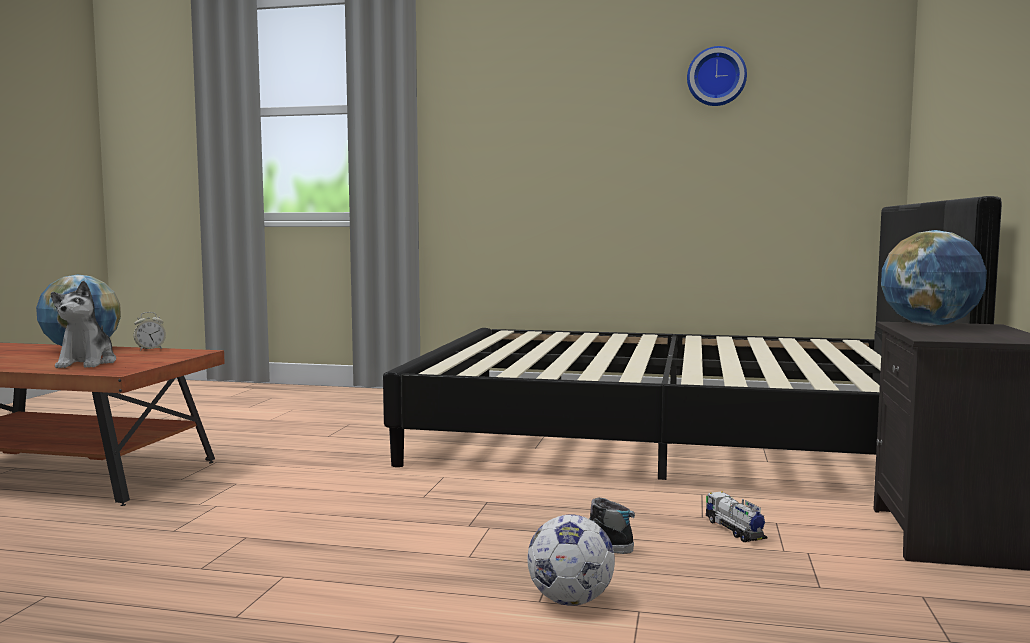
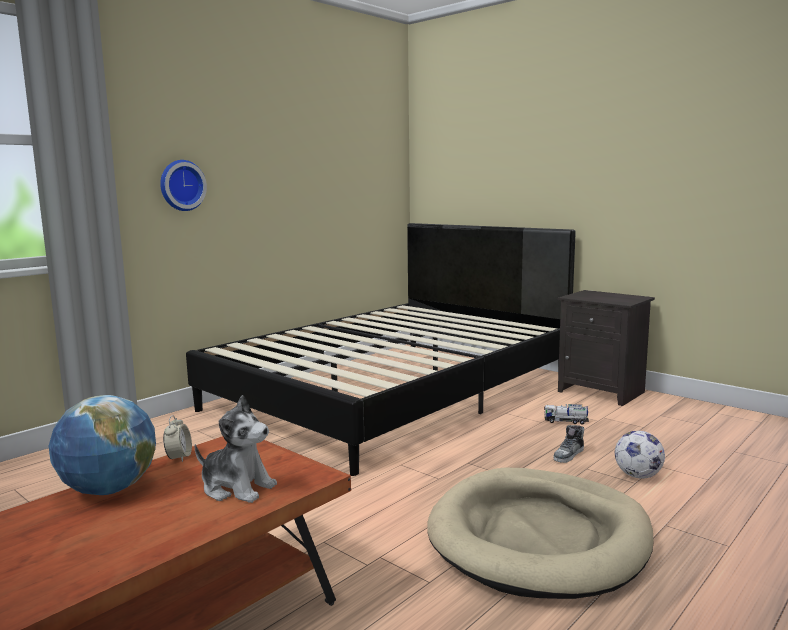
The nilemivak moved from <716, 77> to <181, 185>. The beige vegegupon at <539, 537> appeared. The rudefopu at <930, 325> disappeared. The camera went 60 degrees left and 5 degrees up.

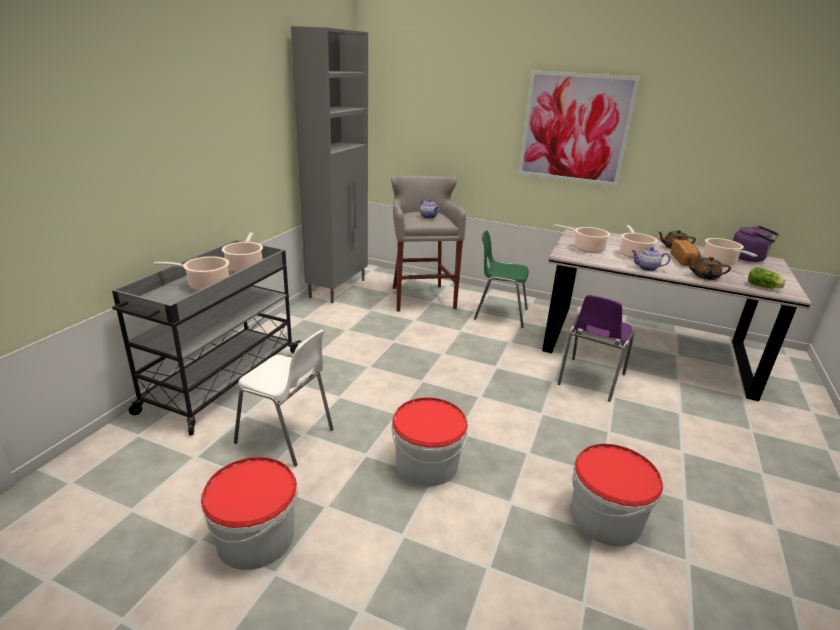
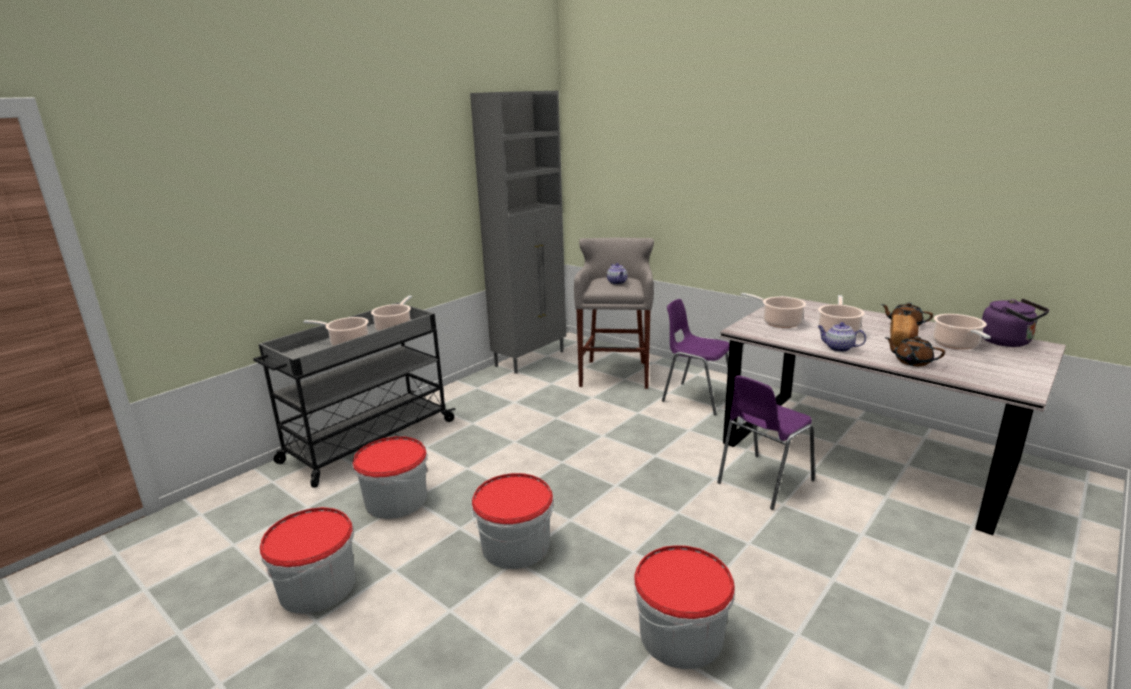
The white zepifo at <287, 437> was replaced by the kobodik at <396, 500>. The green zepifo at <499, 314> became the purple zepifo at <696, 397>. The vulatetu at <575, 128> disappeared. The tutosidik at <763, 287> disappeared. The camera went 20 degrees right and 5 degrees down.

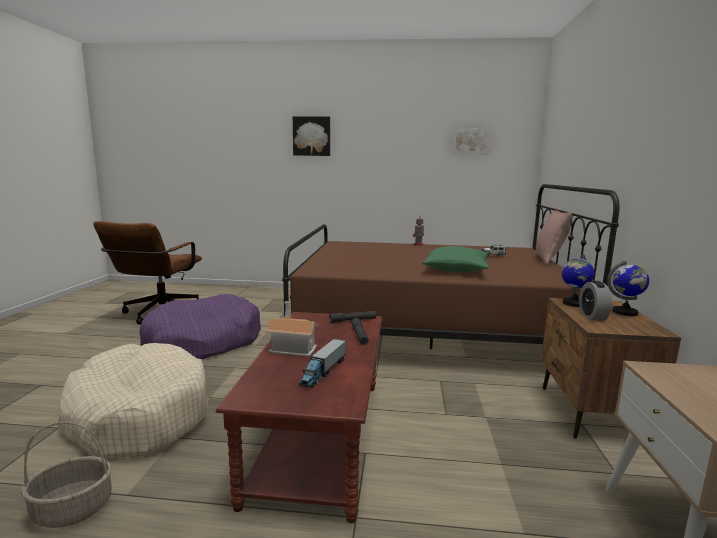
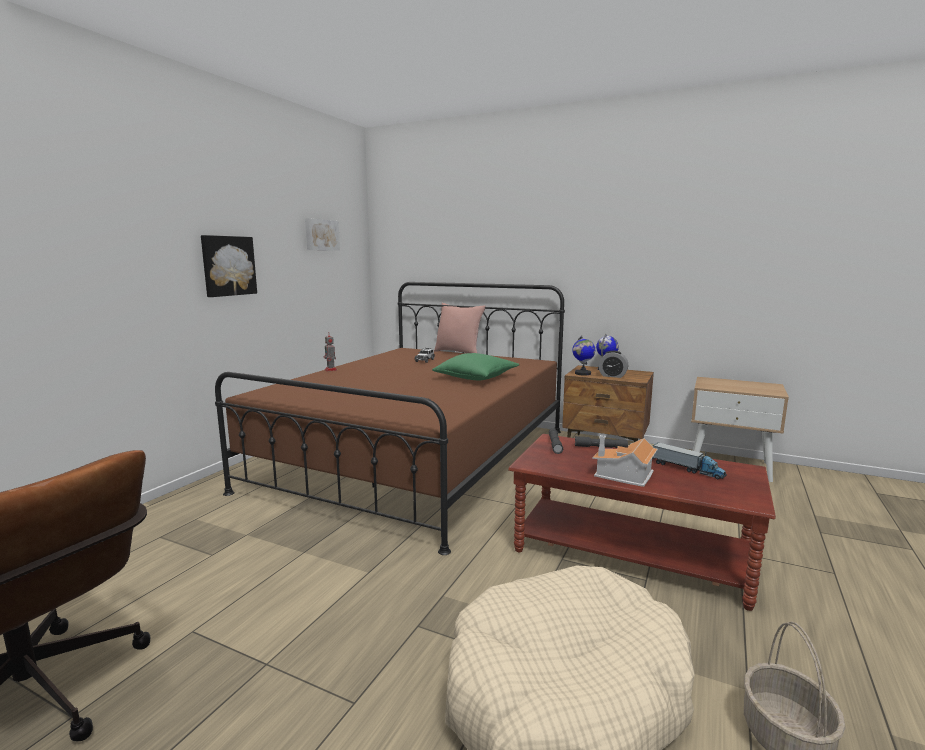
The vulatetu moved from <312, 136> to <228, 266>. The purple vegegupon at <203, 341> disappeared. The camera went 70 degrees left and 0 degrees up.

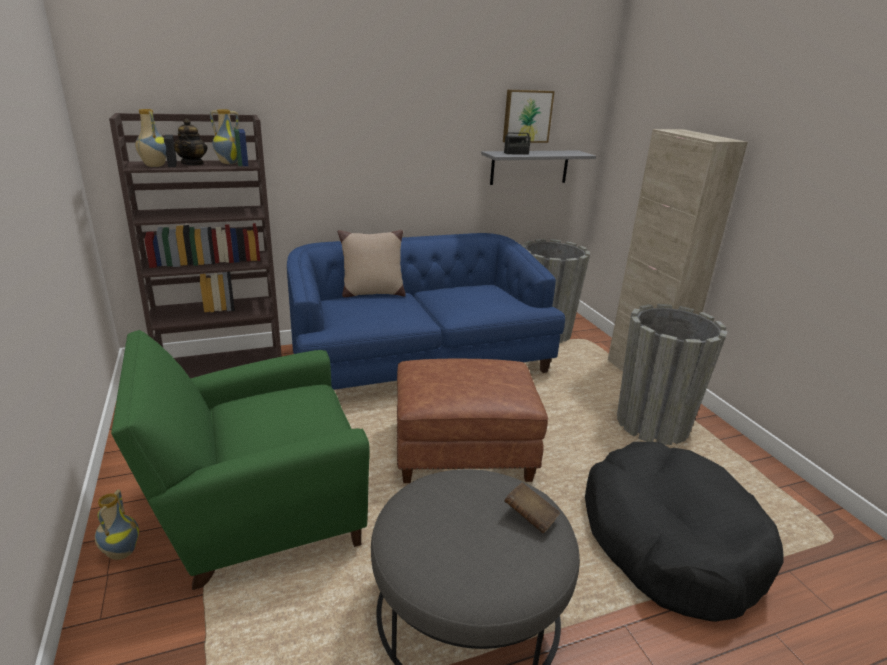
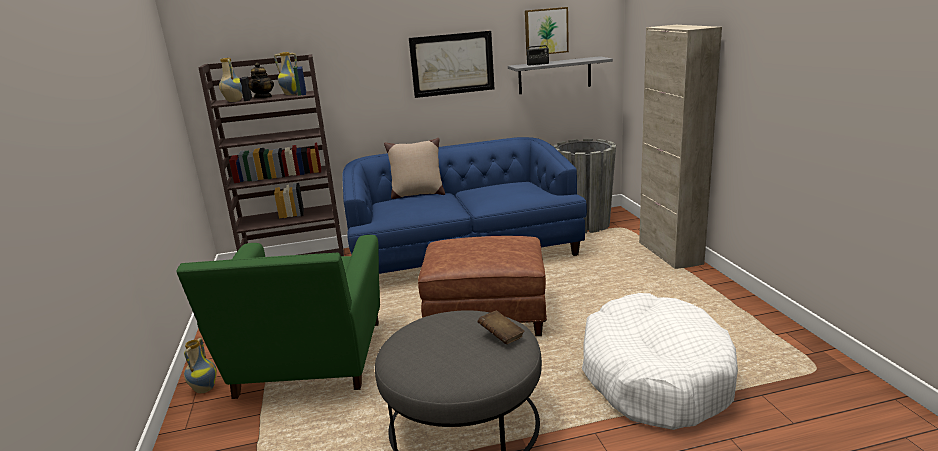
The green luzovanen at <257, 514> turned 75 degrees counterclockwise. The vulatetu at <452, 64> appeared. The black vegegupon at <669, 541> became the white vegegupon at <654, 376>. The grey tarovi at <652, 424> disappeared. The camera went 10 degrees right and 5 degrees down.

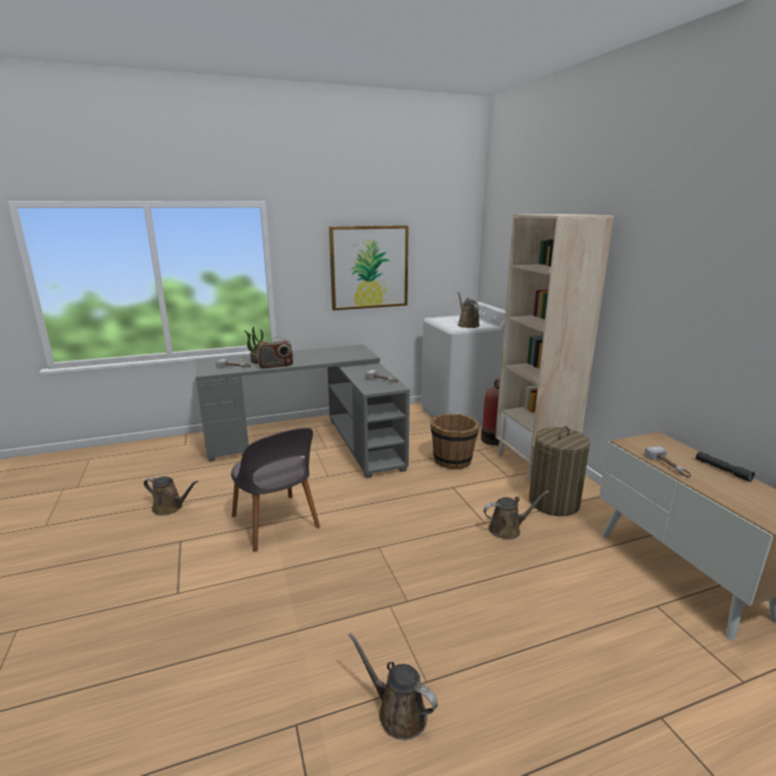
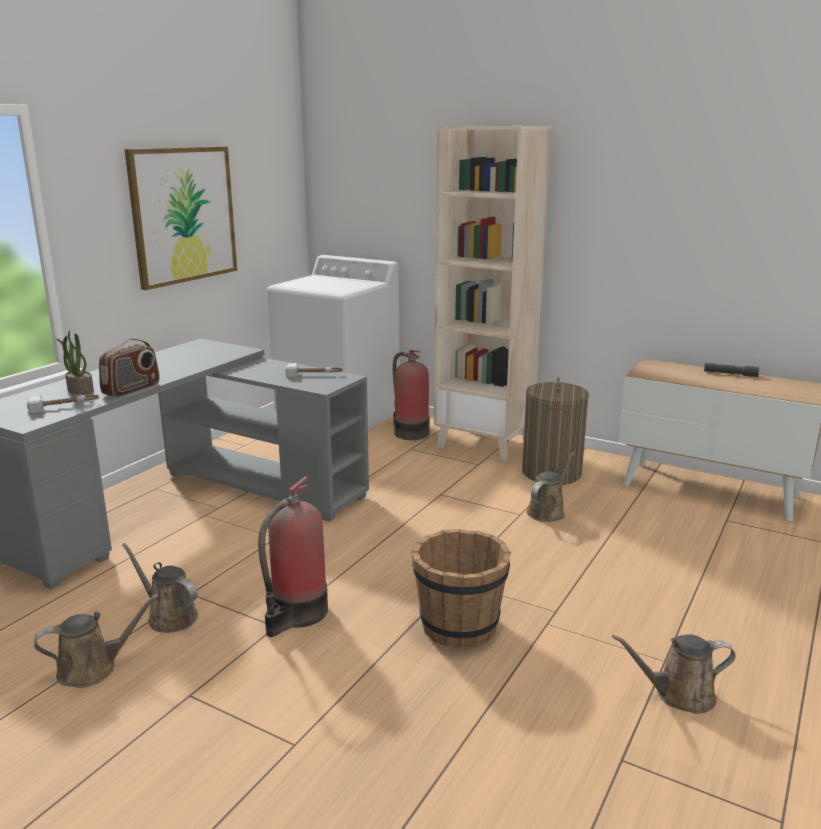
The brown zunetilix moved from <467, 325> to <169, 616>. The grey zepifo at <276, 524> was replaced by the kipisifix at <297, 614>. The brown kobodik moved from <452, 460> to <459, 625>. The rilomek at <668, 467> disappeared. The camera went 40 degrees left and 0 degrees up.

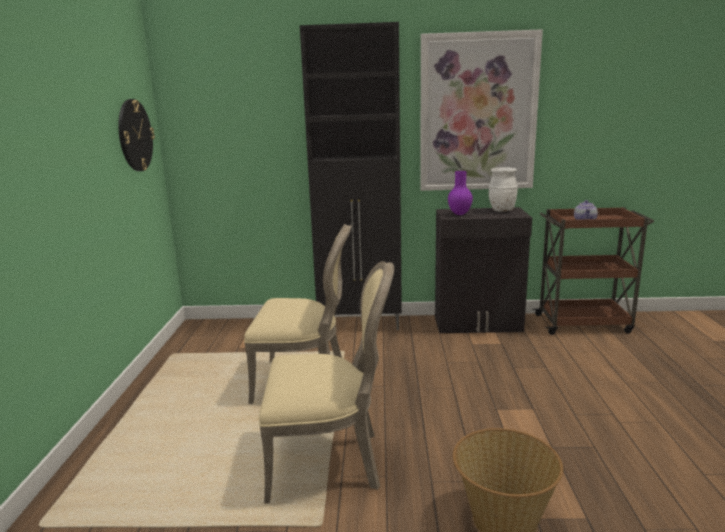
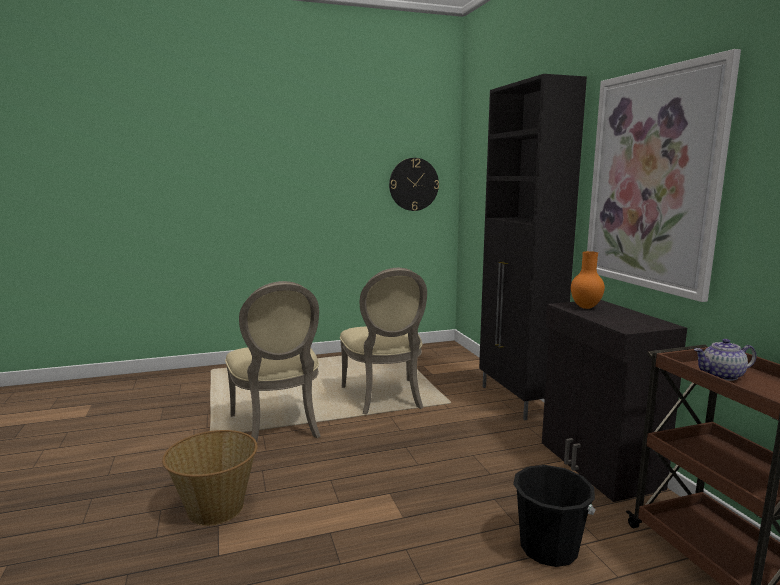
The black kobodik at <549, 548> appeared. The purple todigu at <459, 214> became the orange todigu at <585, 307>. The white todigu at <502, 211> disappeared. The camera went 70 degrees right and 5 degrees down.

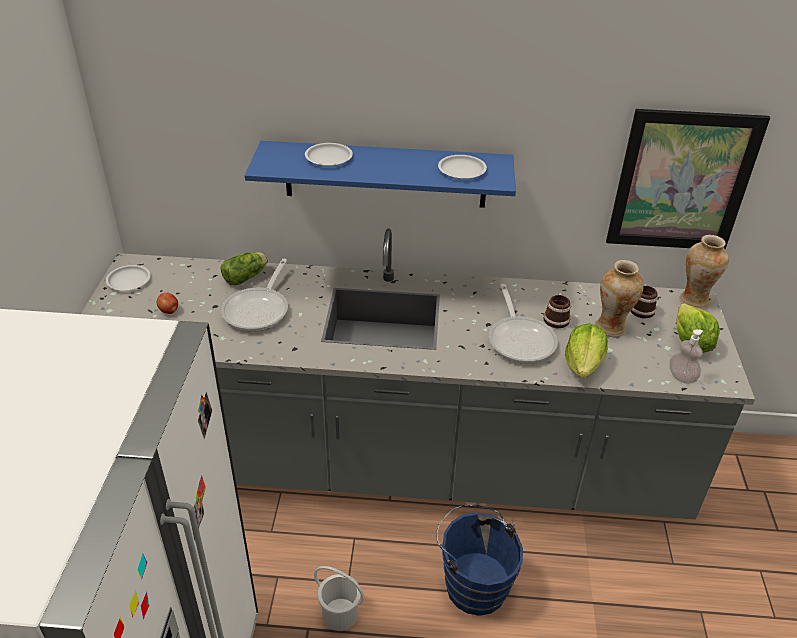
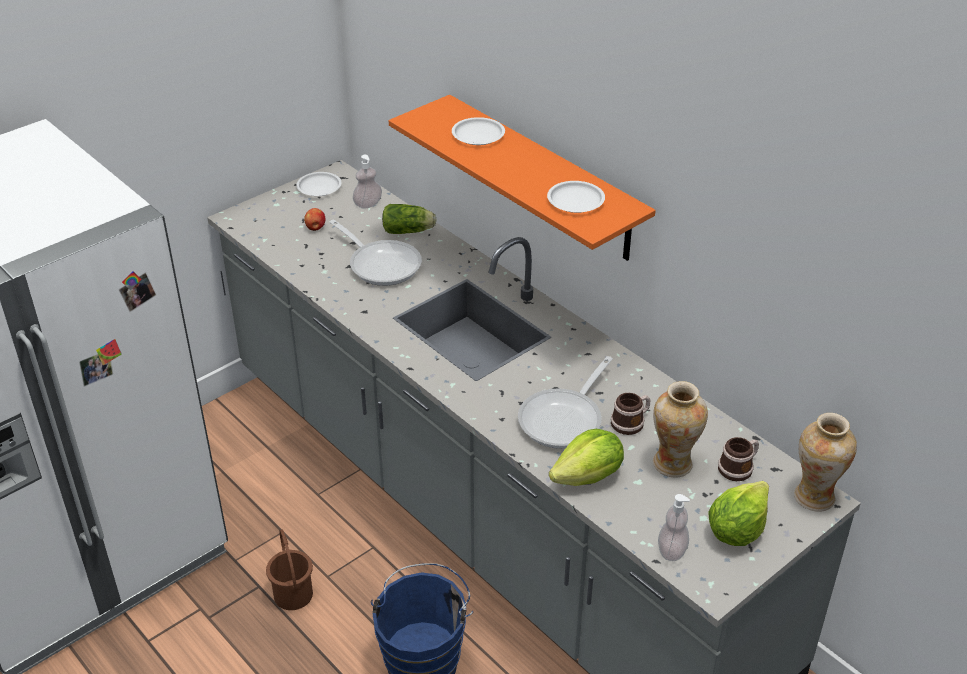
The white kobodik at <340, 614> became the brown kobodik at <292, 595>. The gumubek at <259, 309> turned 105 degrees counterclockwise. The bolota at <368, 204> appeared. The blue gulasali at <385, 174> became the orange gulasali at <544, 178>. The vulatetu at <682, 182> disappeared. The camera went 45 degrees right and 0 degrees up.

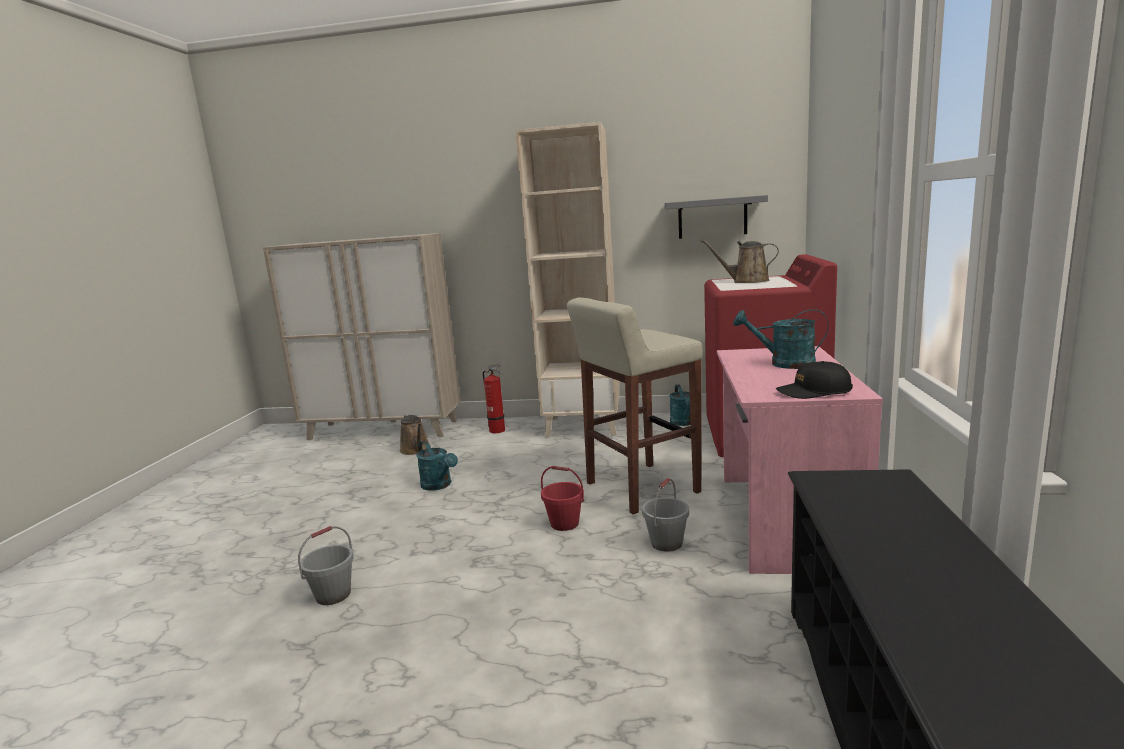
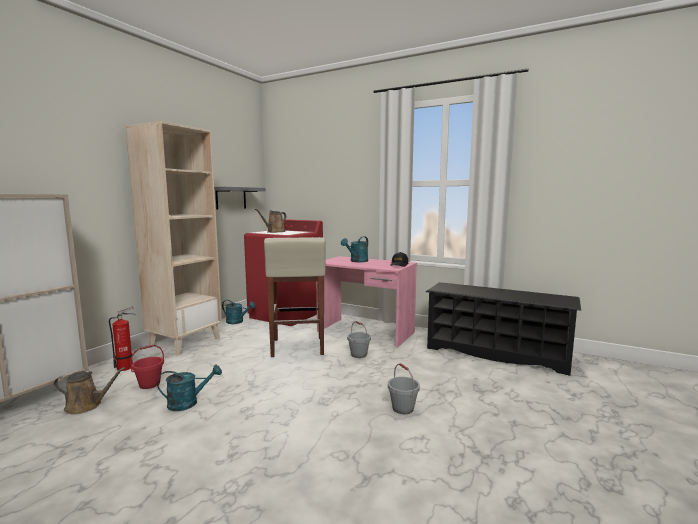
The red kobodik moved from <565, 523> to <149, 384>. The grey kobodik moved from <333, 595> to <403, 408>. The camera went 70 degrees left and 5 degrees down.

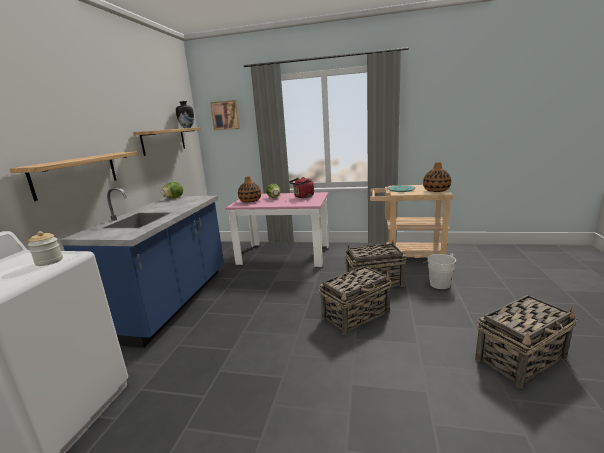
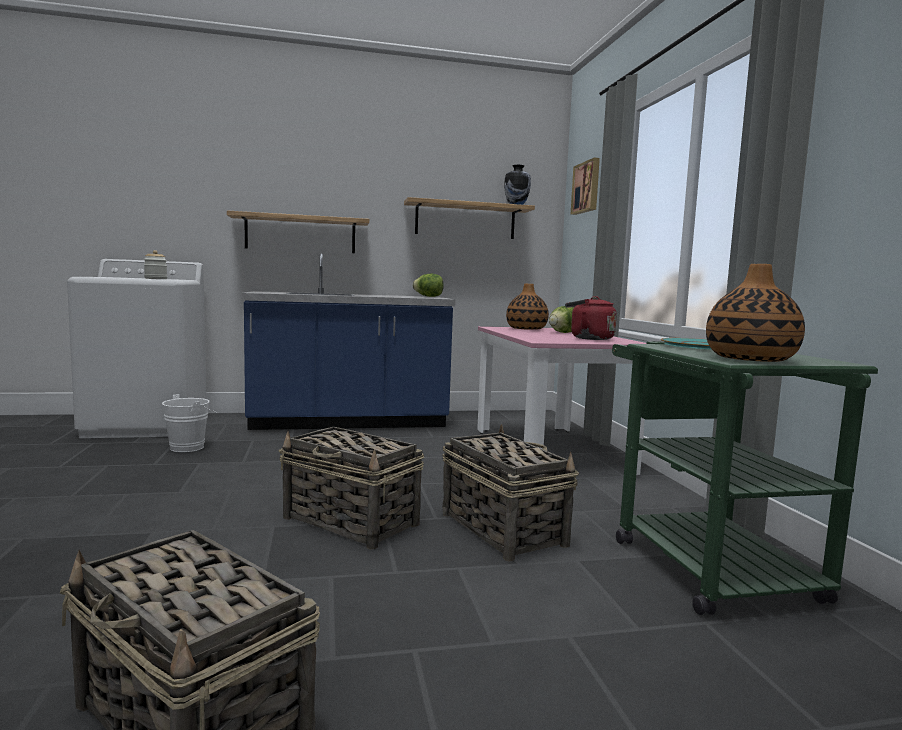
The white kobodik moved from <438, 283> to <191, 447>. The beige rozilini at <408, 256> became the green rozilini at <702, 561>. The camera went 65 degrees right and 10 degrees down.

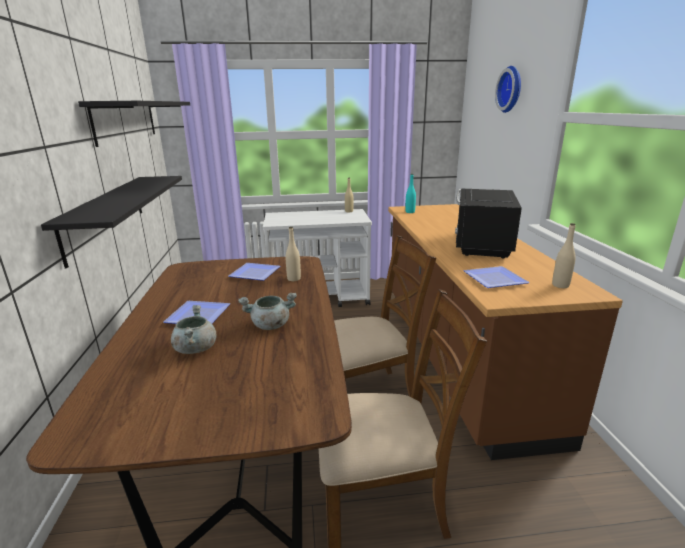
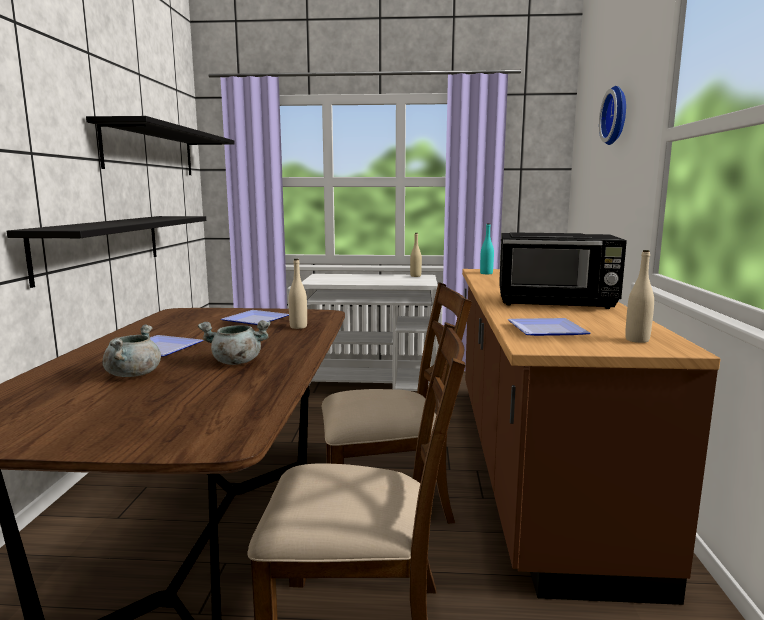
The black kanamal at <481, 245> turned 105 degrees counterclockwise. The camera went 10 degrees right and 10 degrees down.

